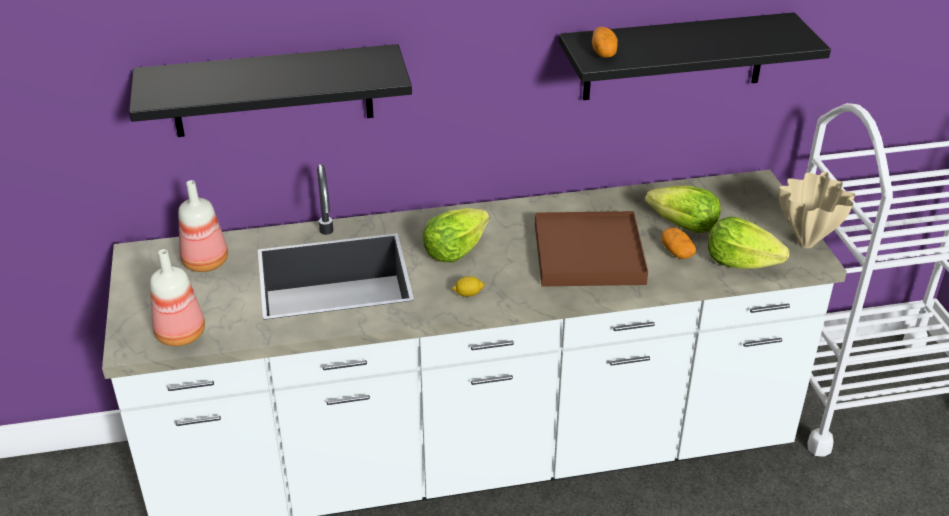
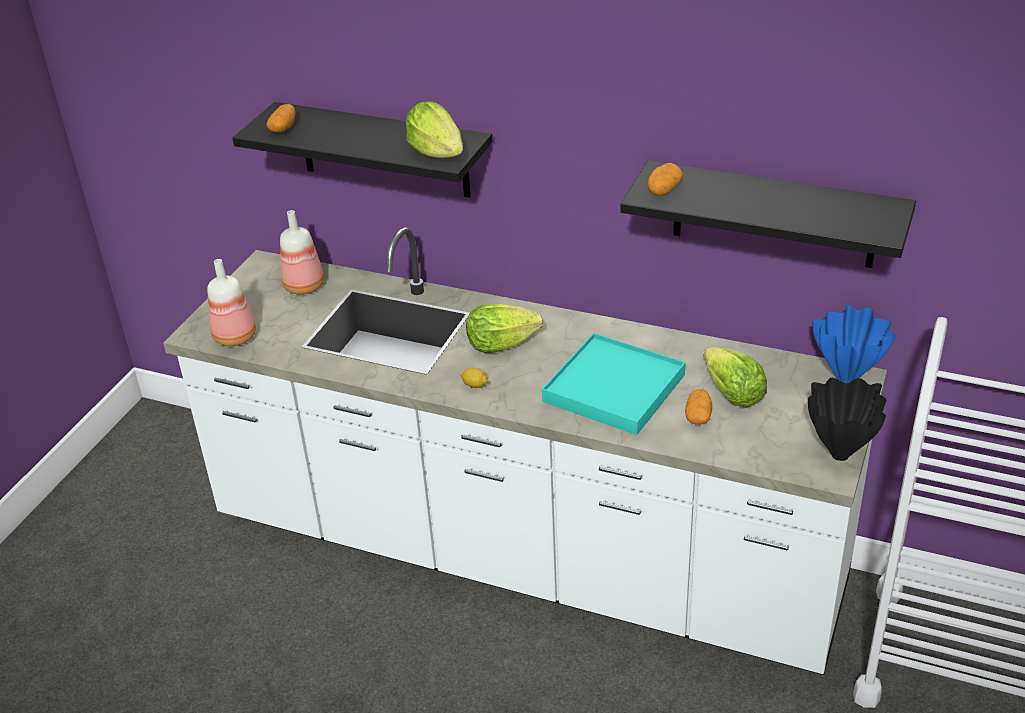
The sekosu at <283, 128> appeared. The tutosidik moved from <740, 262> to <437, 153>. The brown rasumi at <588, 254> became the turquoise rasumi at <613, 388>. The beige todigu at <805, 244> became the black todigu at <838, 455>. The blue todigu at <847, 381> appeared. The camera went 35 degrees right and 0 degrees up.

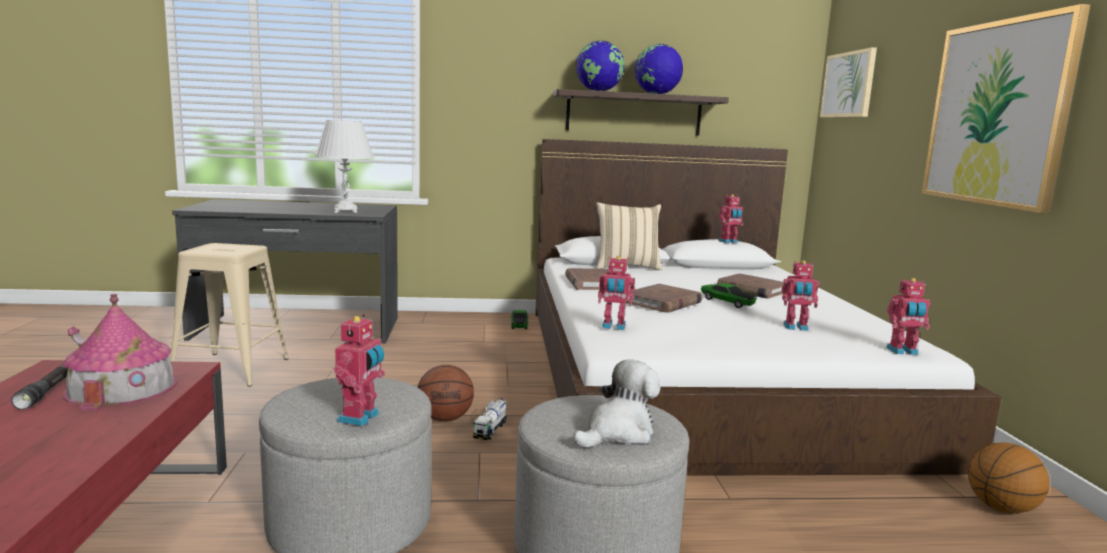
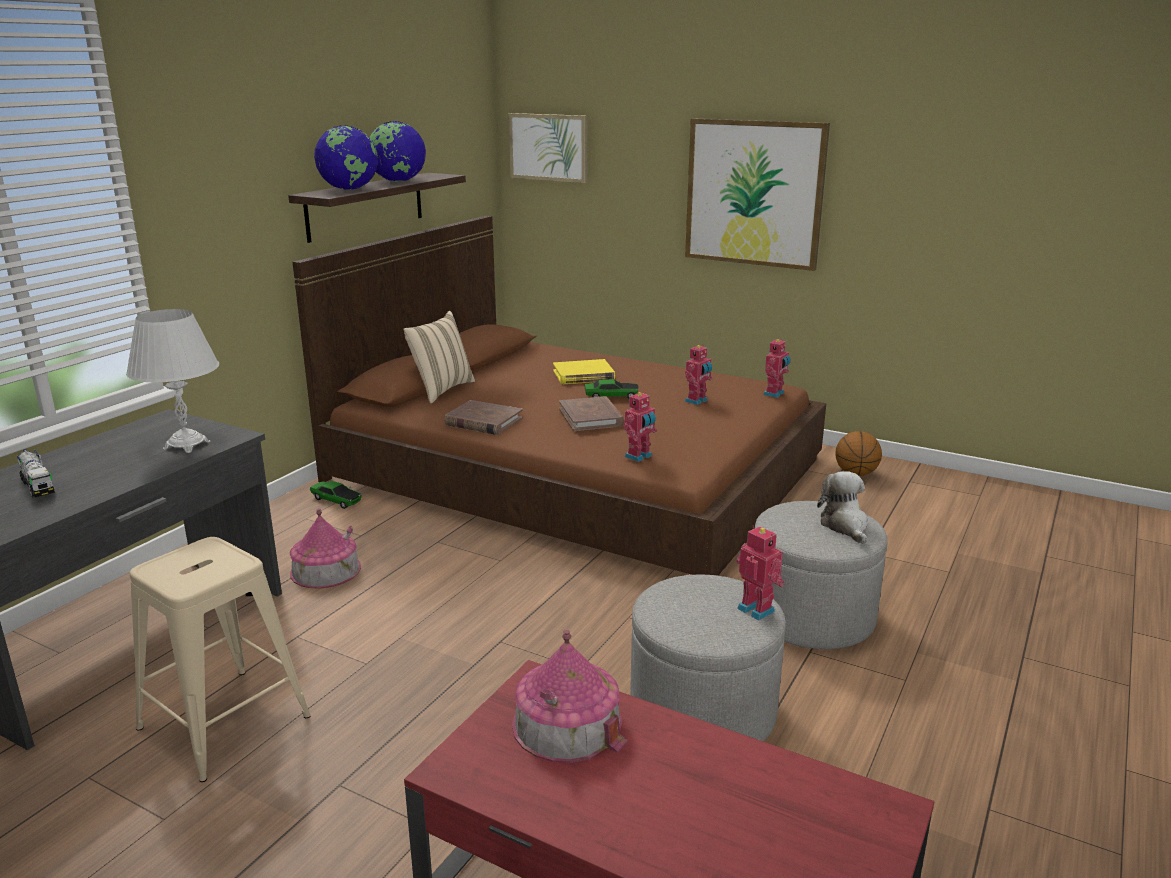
The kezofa moved from <490, 430> to <37, 486>. The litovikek at <325, 570> appeared. The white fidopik at <699, 373> became the brown fidopik at <575, 469>. The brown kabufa at <752, 290> became the yellow kabufa at <583, 375>. The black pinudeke at <47, 391> disappeared. The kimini at <445, 419> disappeared. The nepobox at <728, 242> disappeared. The camera went 55 degrees left and 10 degrees up.

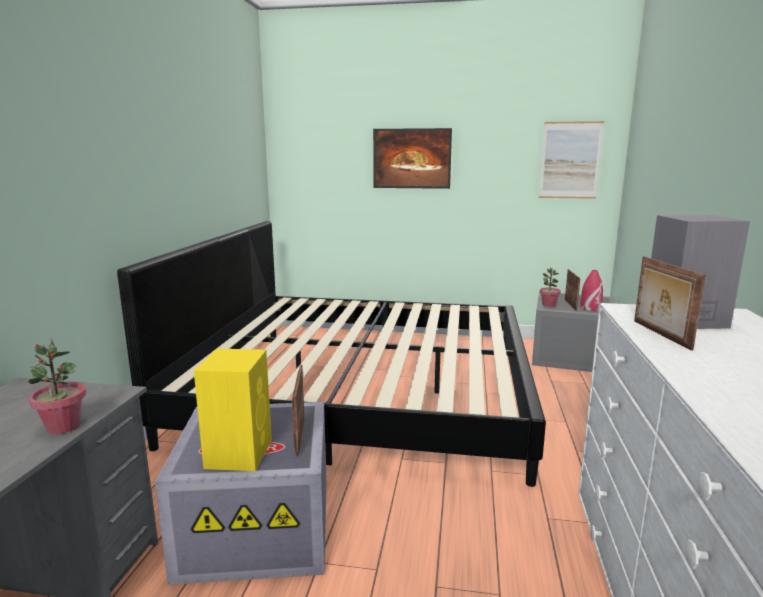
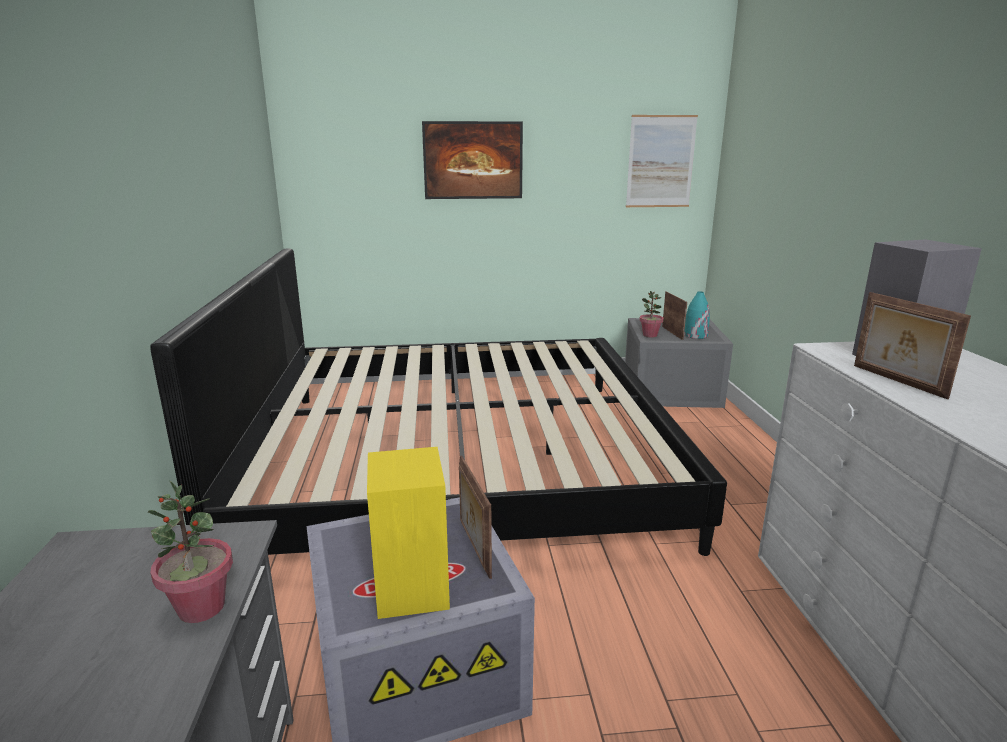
The red todigu at <590, 308> became the turquoise todigu at <695, 335>. The camera went 15 degrees left and 5 degrees up.

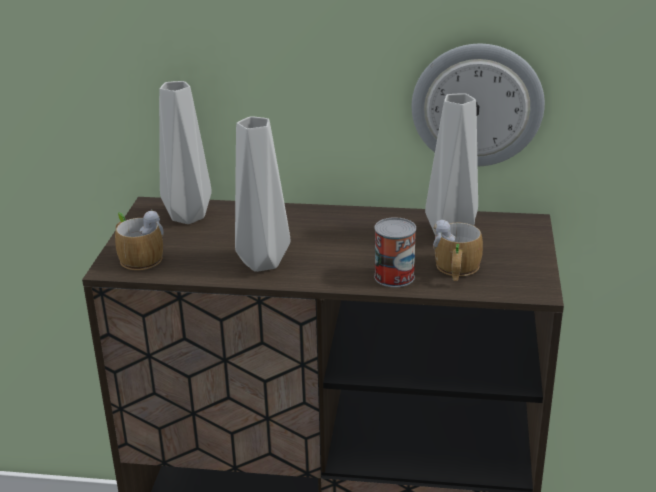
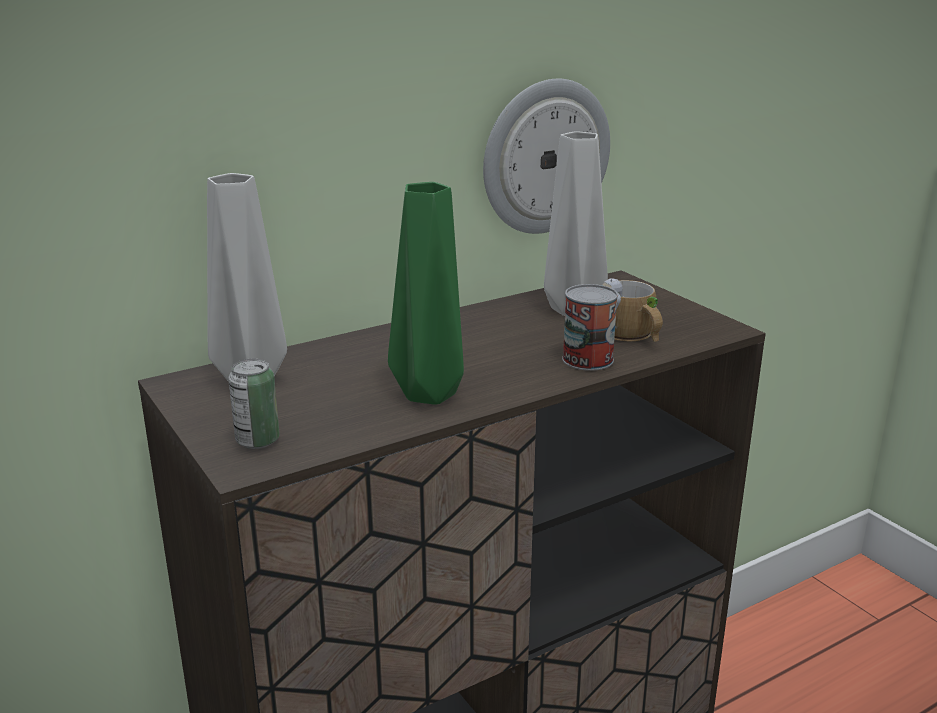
The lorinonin at <137, 256> was replaced by the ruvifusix at <257, 440>. The grey todigu at <260, 262> became the green todigu at <426, 394>. The camera went 40 degrees left and 5 degrees down.

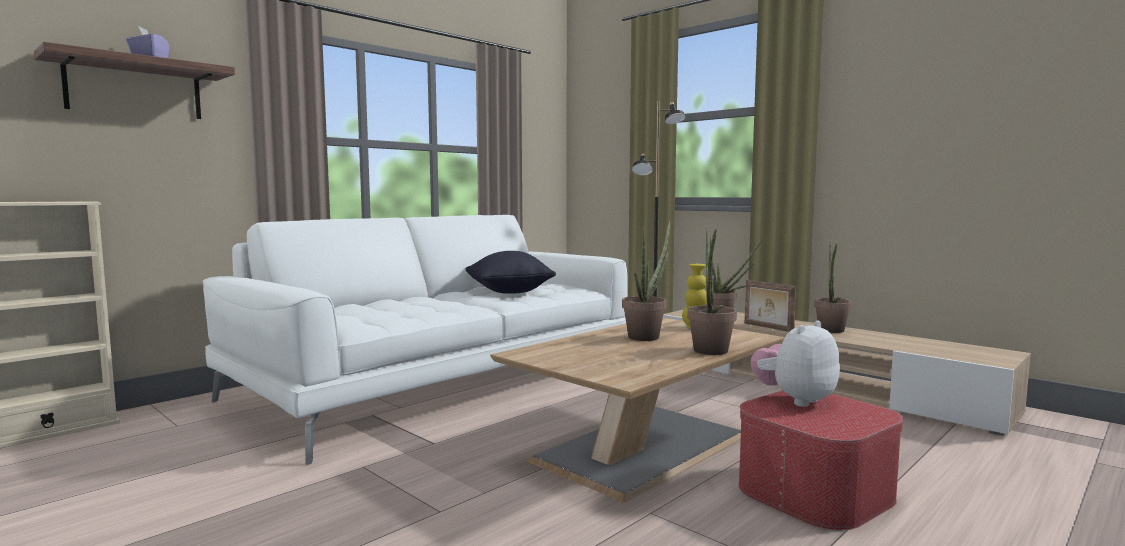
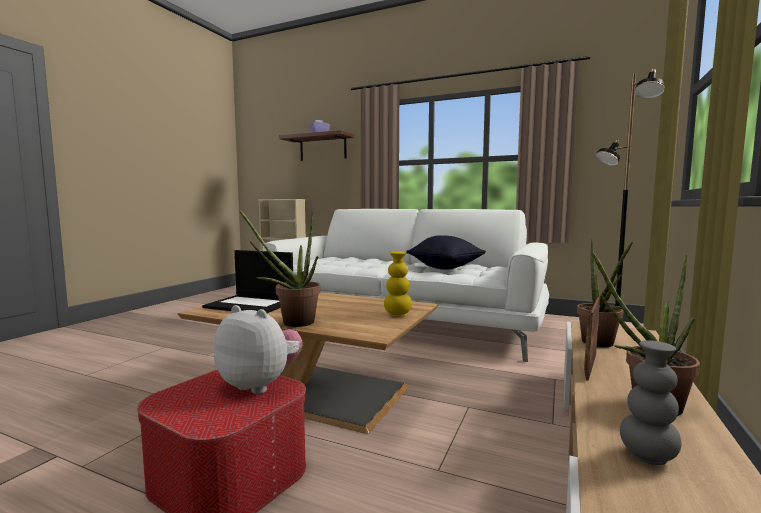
The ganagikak at <251, 305> appeared. The grey todigu at <647, 456> appeared. The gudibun at <647, 336> disappeared. The camera went 70 degrees right and 0 degrees up.

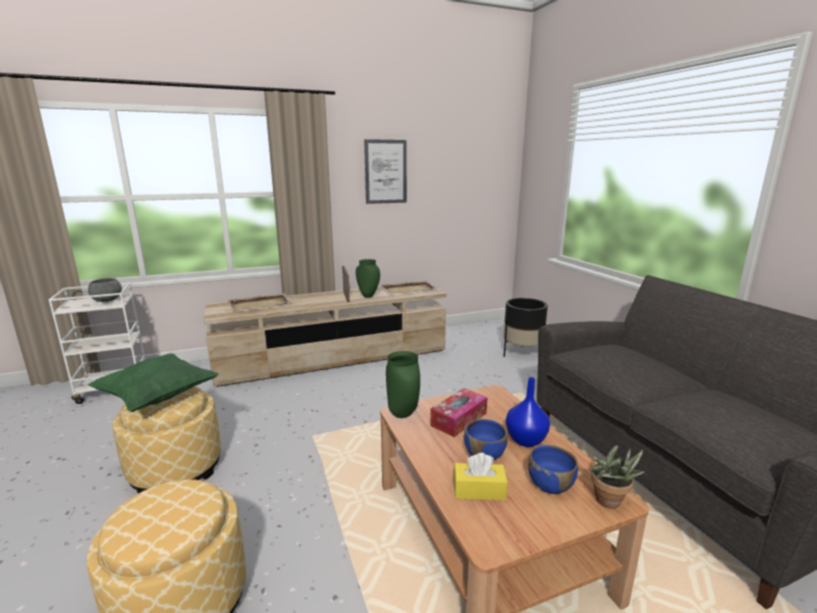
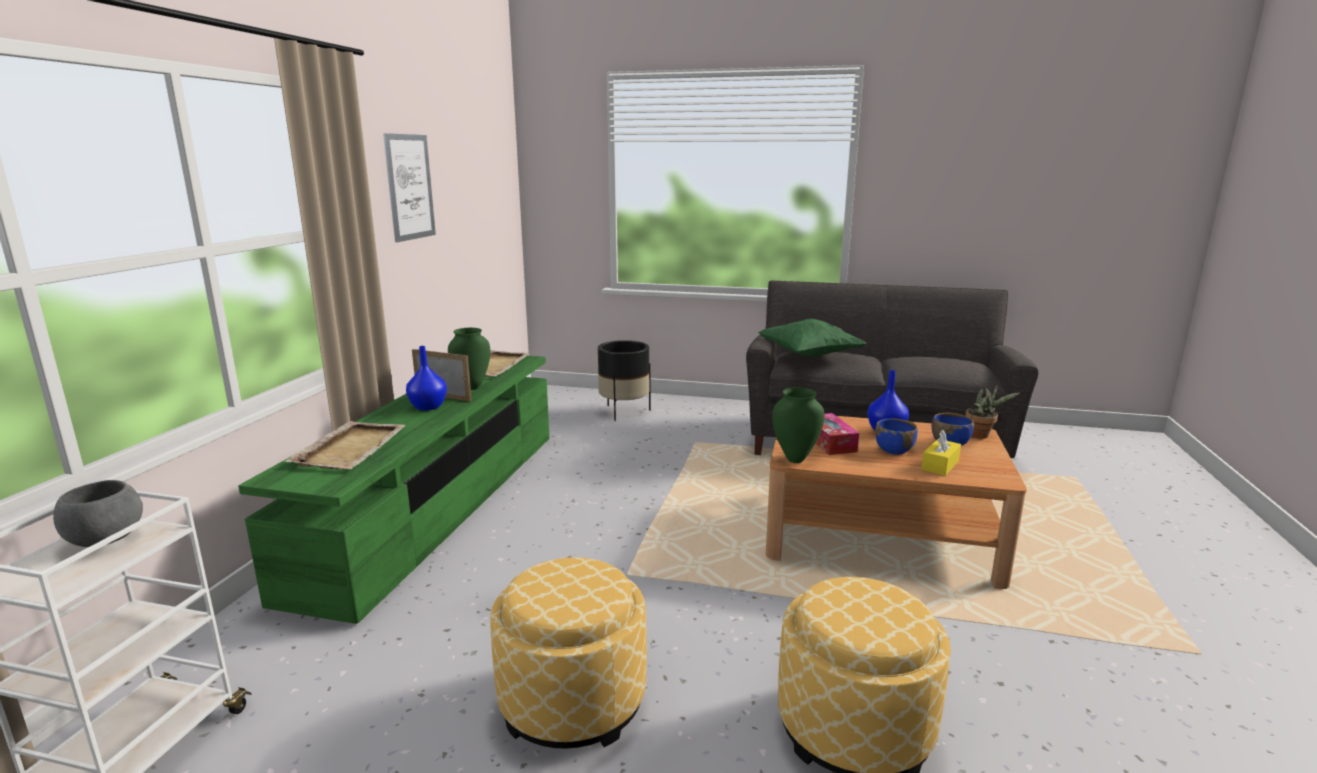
The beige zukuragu at <334, 358> became the green zukuragu at <439, 506>. The blue todigu at <428, 407> appeared. The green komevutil moved from <158, 397> to <809, 356>. The camera went 55 degrees left and 0 degrees up.

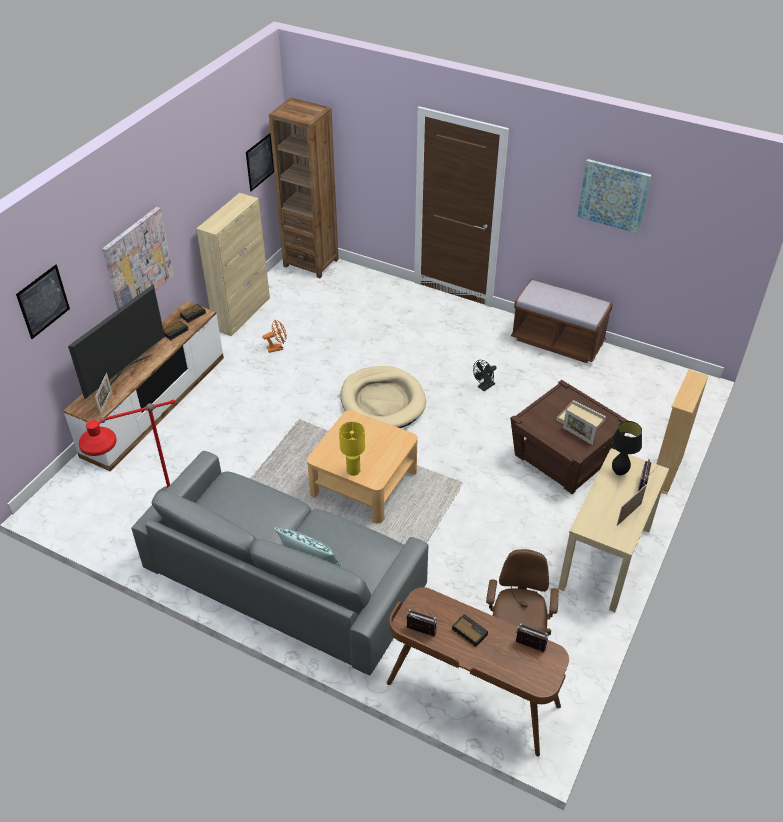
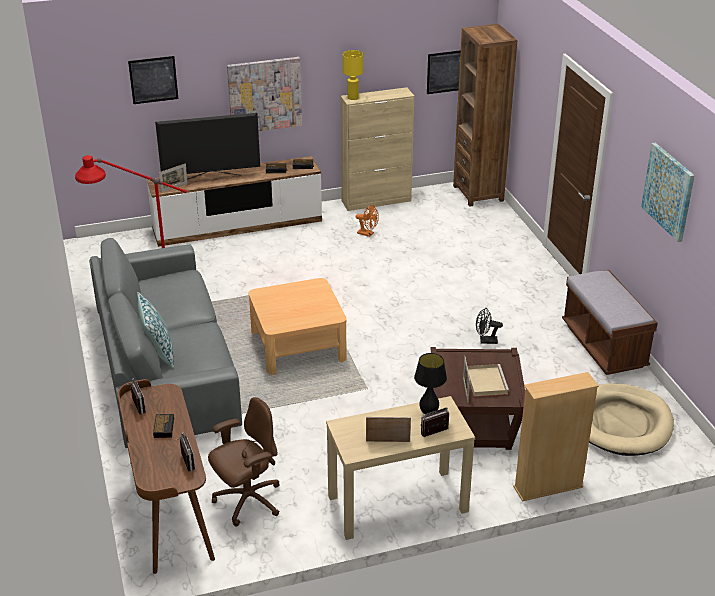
The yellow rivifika moved from <353, 470> to <353, 97>. The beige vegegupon moved from <382, 401> to <622, 423>. The camera went 45 degrees right and 10 degrees down.

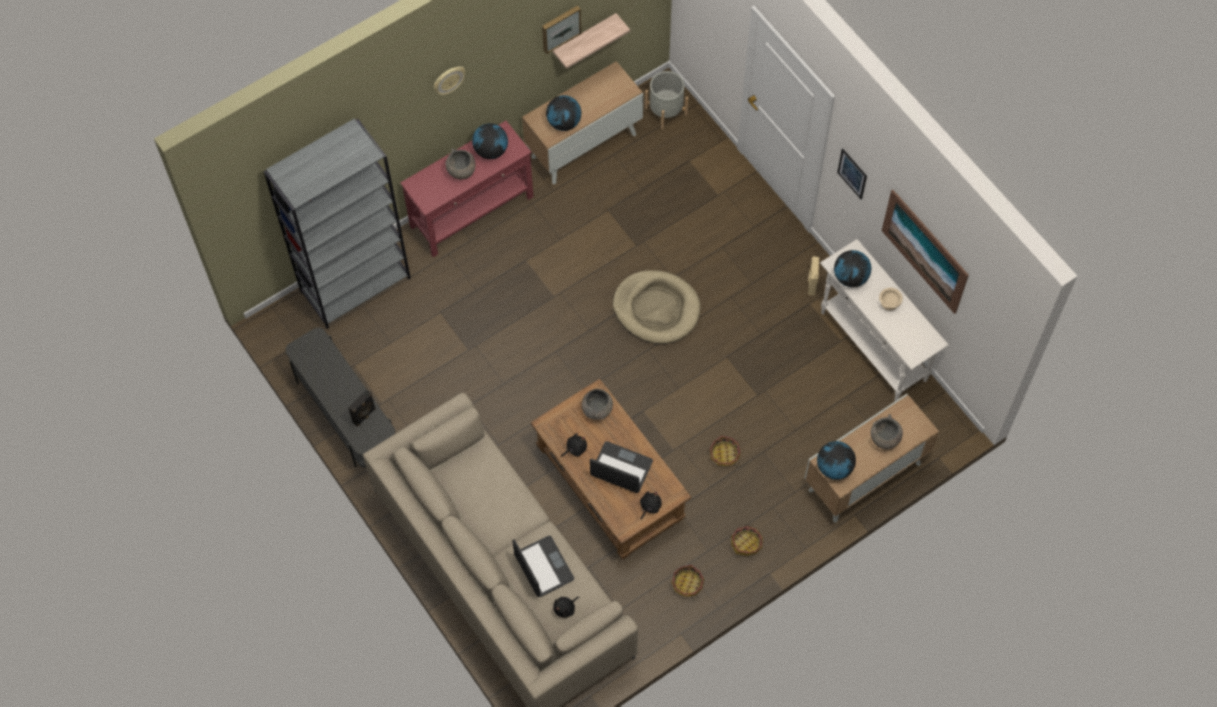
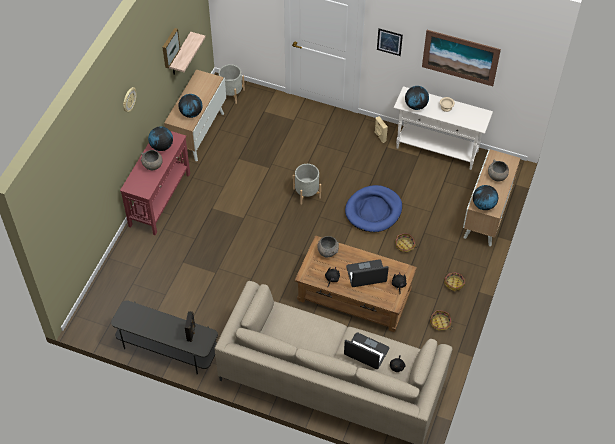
The beige vegegupon at <656, 309> was replaced by the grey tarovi at <306, 193>. The blue vegegupon at <373, 210> appeared. The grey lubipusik at <356, 284> disappeared. The camera went 35 degrees left and 10 degrees down.

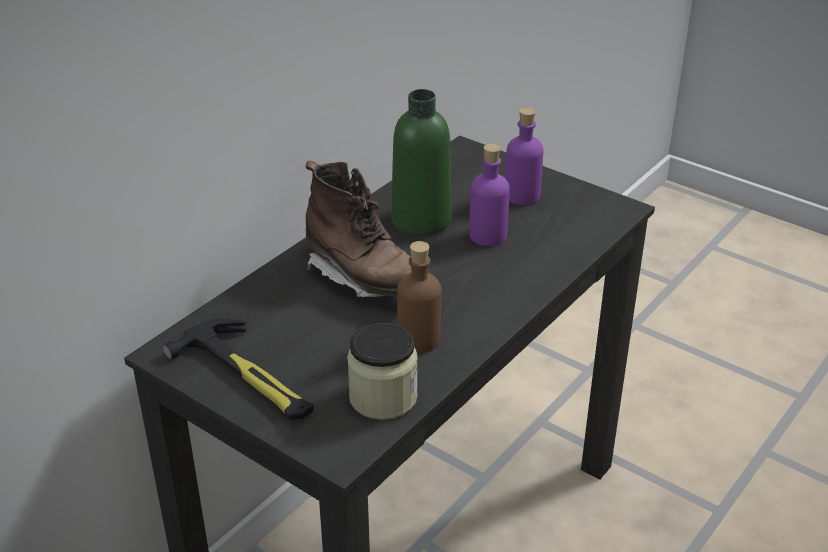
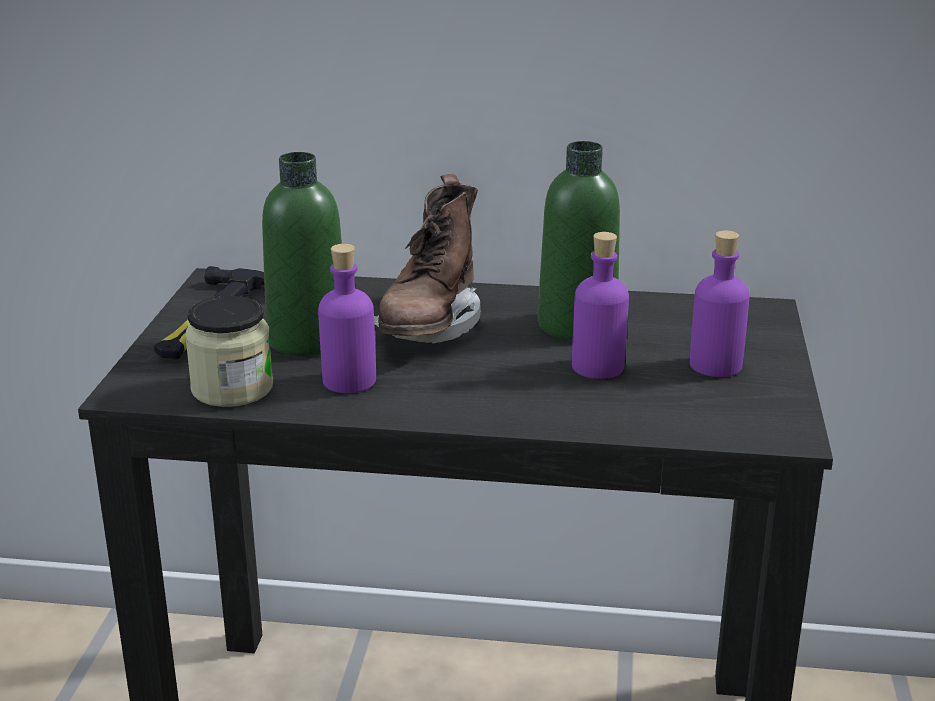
The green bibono at <308, 339> appeared. The brown bibono at <419, 339> became the purple bibono at <349, 381>. The camera went 60 degrees right and 10 degrees down.

